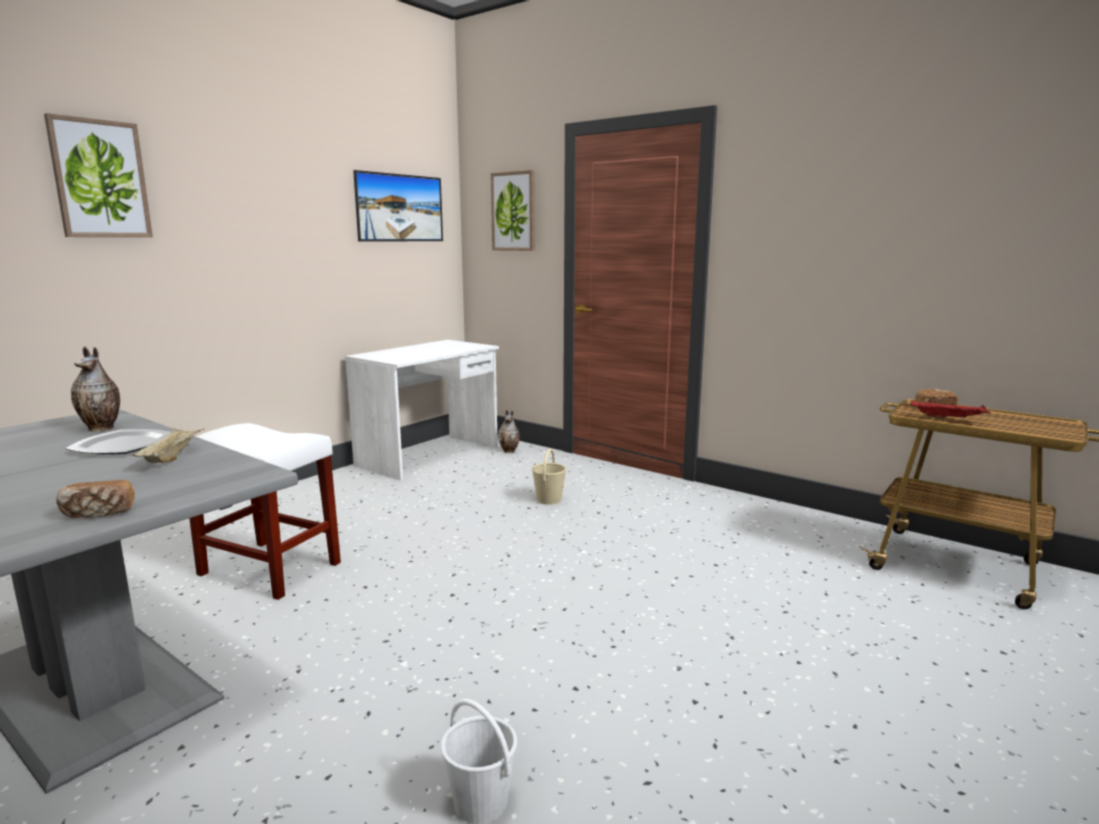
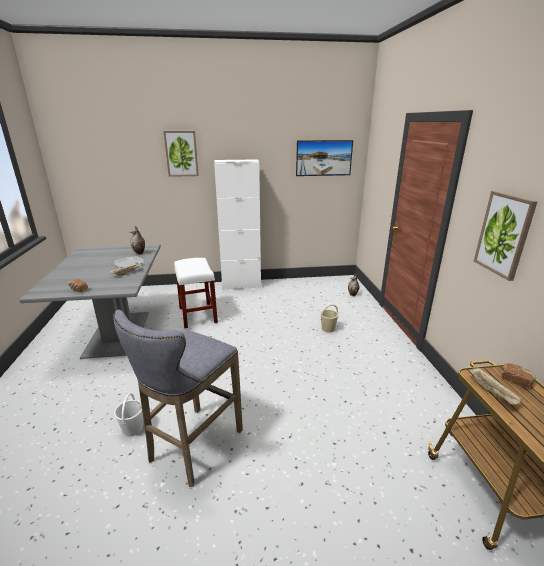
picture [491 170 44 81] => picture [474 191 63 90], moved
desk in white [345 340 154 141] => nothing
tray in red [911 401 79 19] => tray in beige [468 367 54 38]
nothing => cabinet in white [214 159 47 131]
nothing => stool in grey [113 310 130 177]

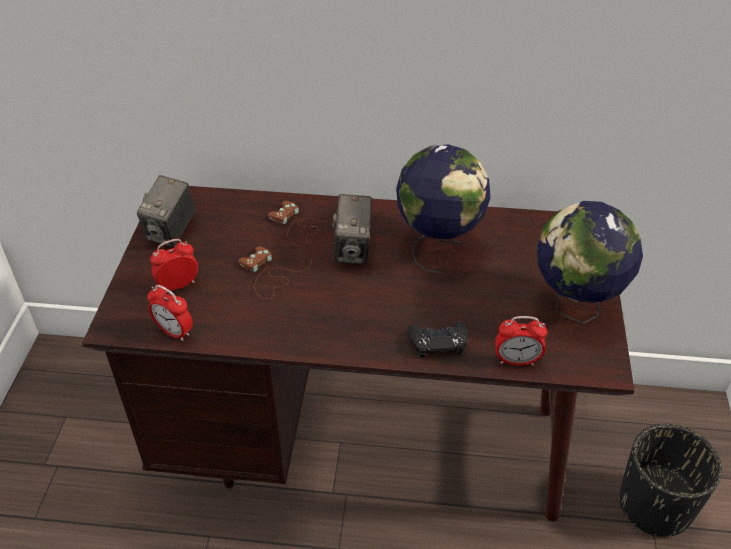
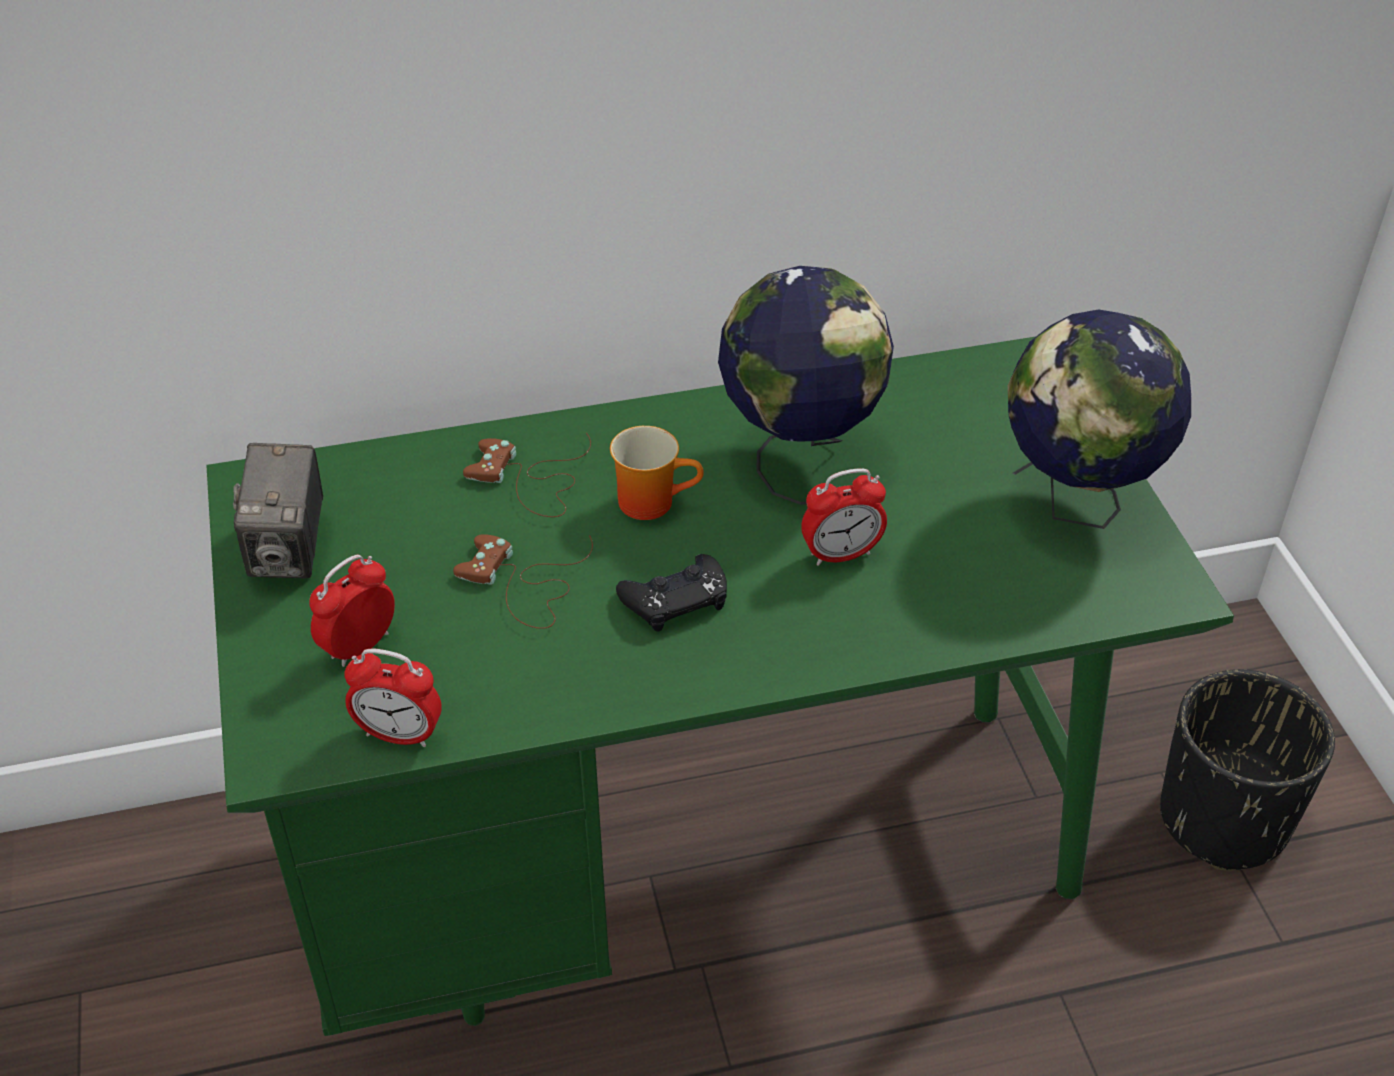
desk in brown [82 186 553 336] => desk in green [206 337 1028 699]
photo camera [332 194 40 70] => mug [610 426 94 94]
alarm clock [495 316 52 50] => alarm clock [801 468 86 98], moved
game controller in black [407 322 60 36] => game controller in black [616 554 111 78], moved

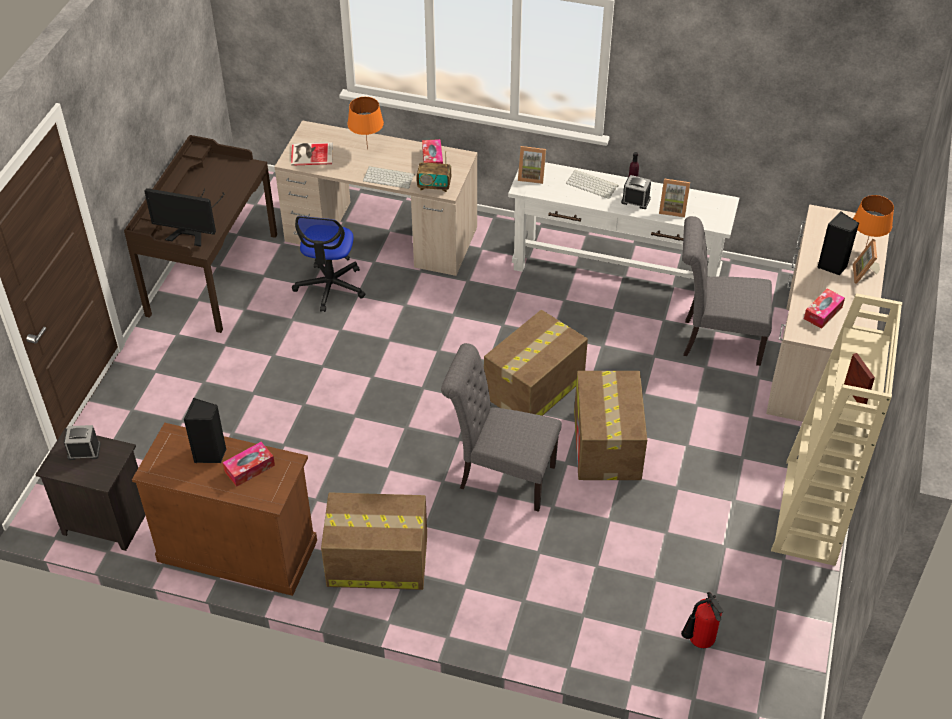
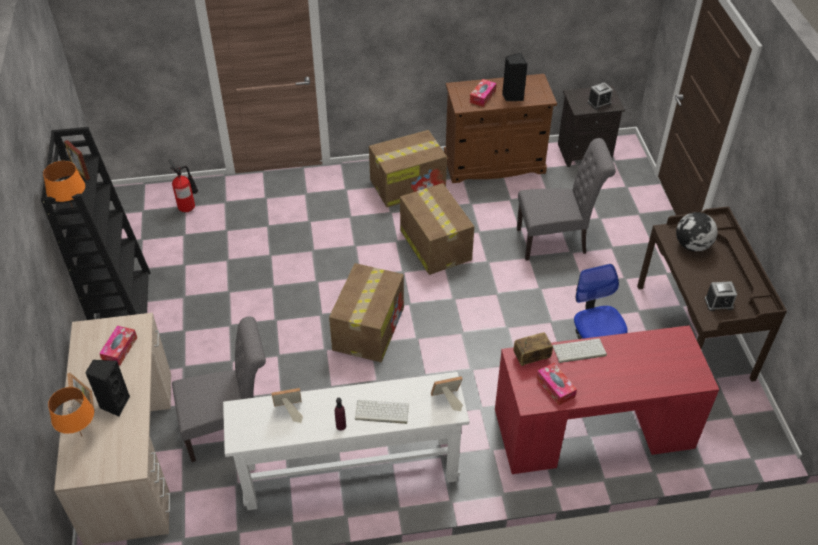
table lamp in orange [347 97 37 53] => table lamp in orange [43 161 42 47], moved
desk in beige [274 120 204 156] => desk in red [495 325 224 149]
book [291 142 42 24] => nothing
alarm clock [621 175 30 34] => alarm clock [704 281 33 30], moved
monitor [144 188 80 59] => globe [676 212 42 40]
bookcase in beige [771 293 131 273] => bookcase in black [41 127 109 193]
chair in grey [441 343 121 169] => chair in grey [517 138 99 123], moved
cardboard box [574 371 73 109] => cardboard box [400 183 74 92], moved

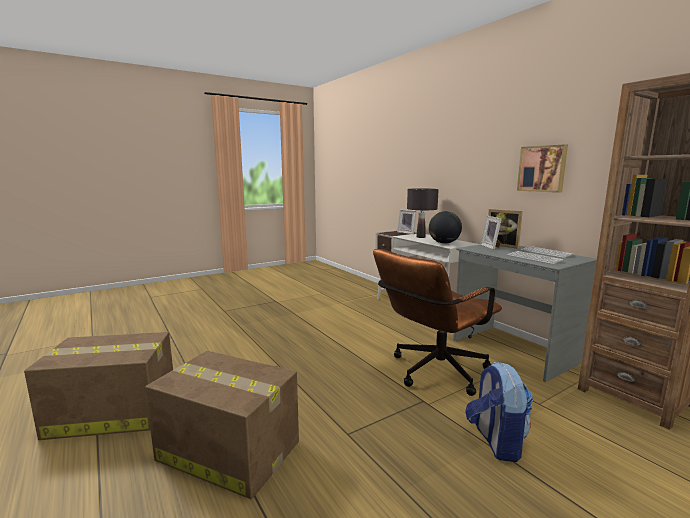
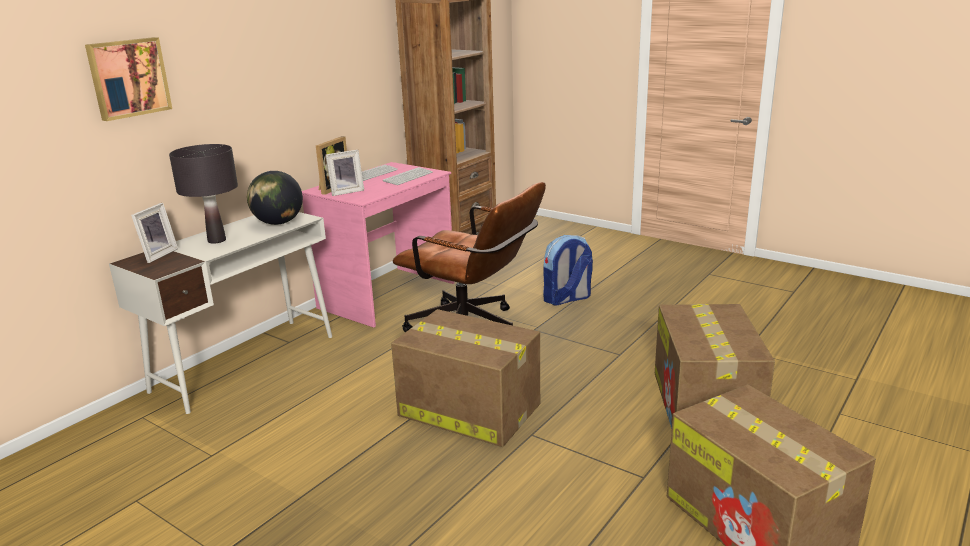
picture [517 144 51 49] => picture [85 37 87 84], moved
desk in grey [453 245 144 137] => desk in pink [302 162 152 166]
nothing => cardboard box [391 309 149 138]

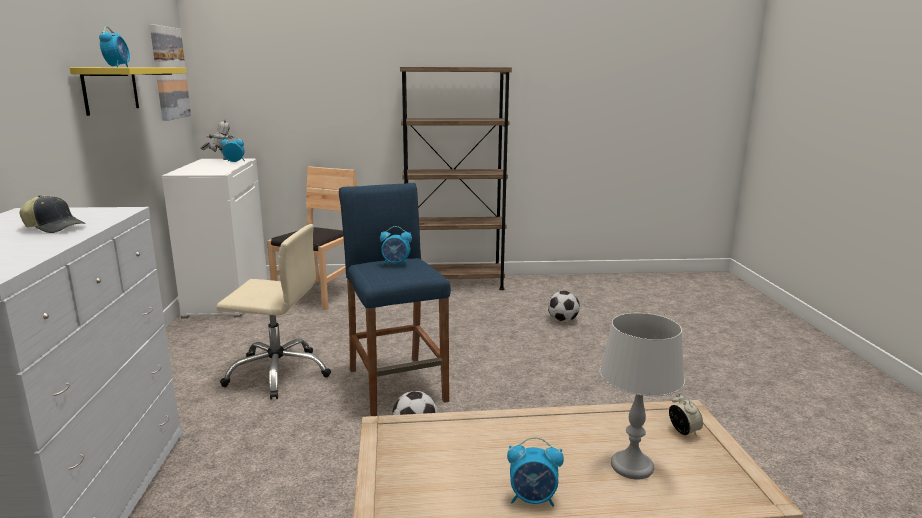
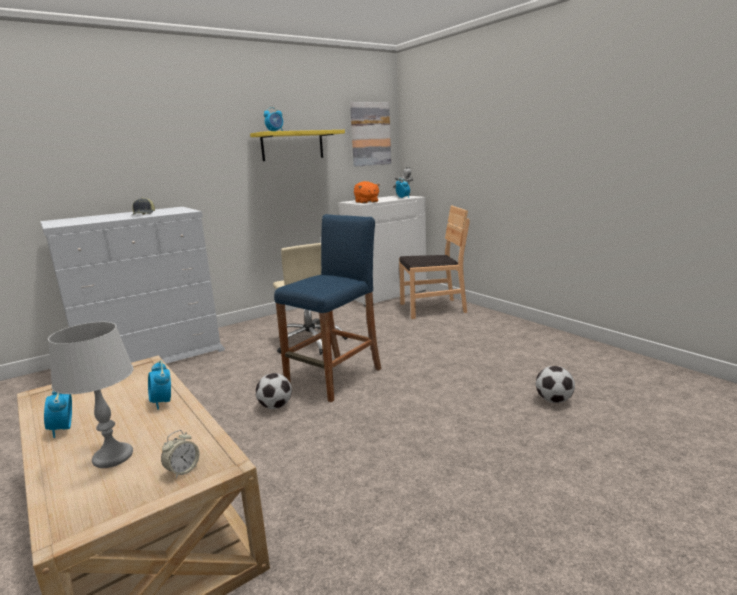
bookcase in brown [400 67 112 223] => nothing
alarm clock [380 226 32 40] => alarm clock [148 360 23 50], moved
nothing => plush toy in orange [354 181 26 22]

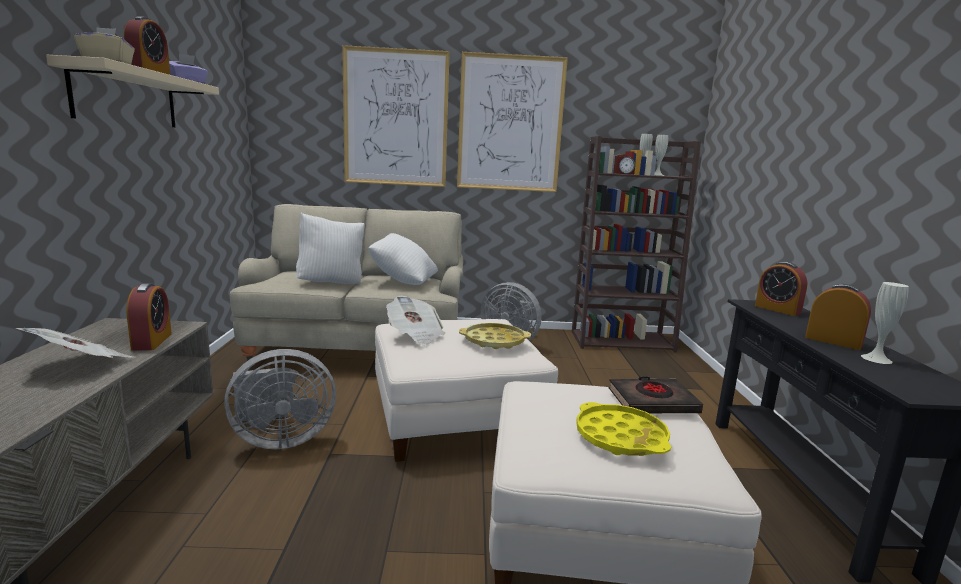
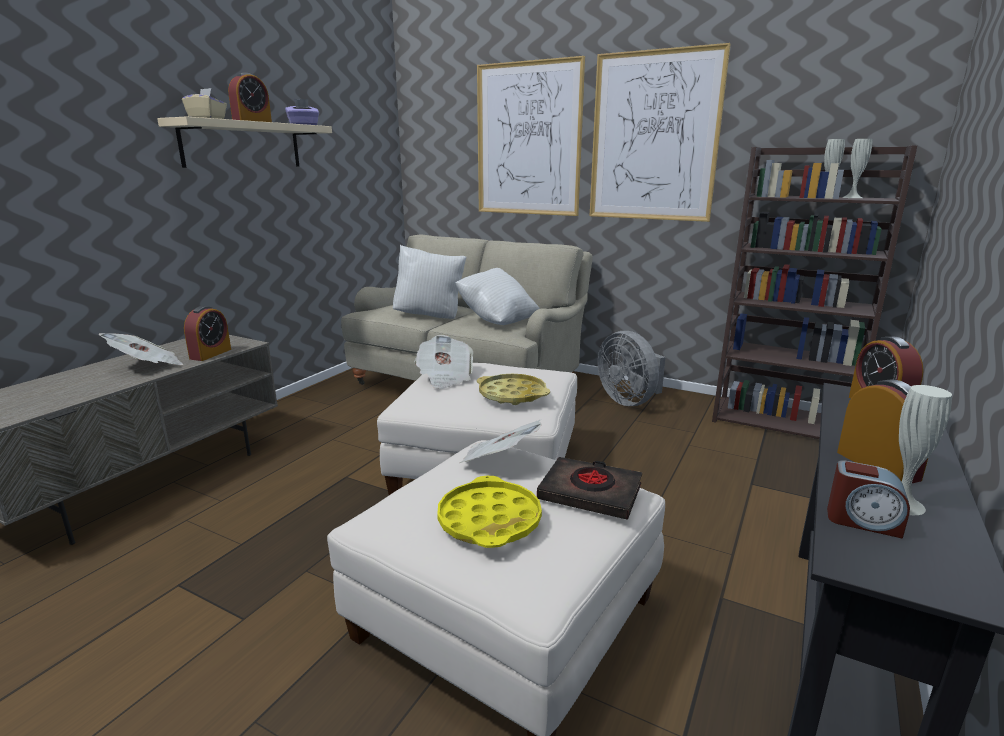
alarm clock [613 155 22 20] => alarm clock [827 460 83 79], moved
fan in grey [224 349 112 100] => nothing
nothing => newspaper [460 420 82 43]

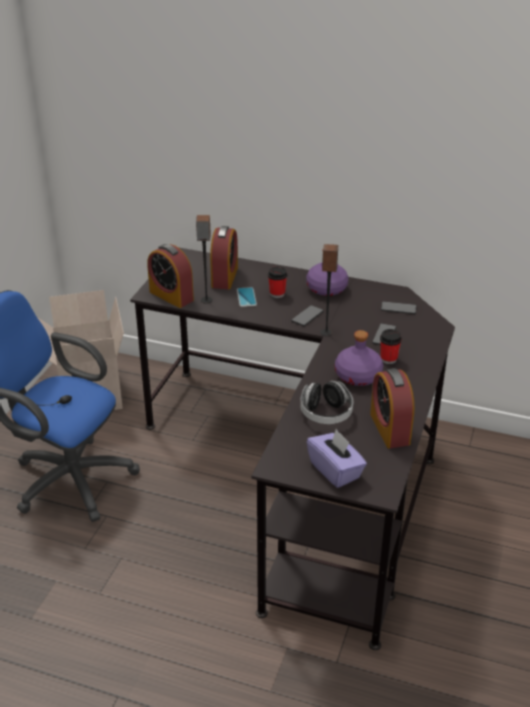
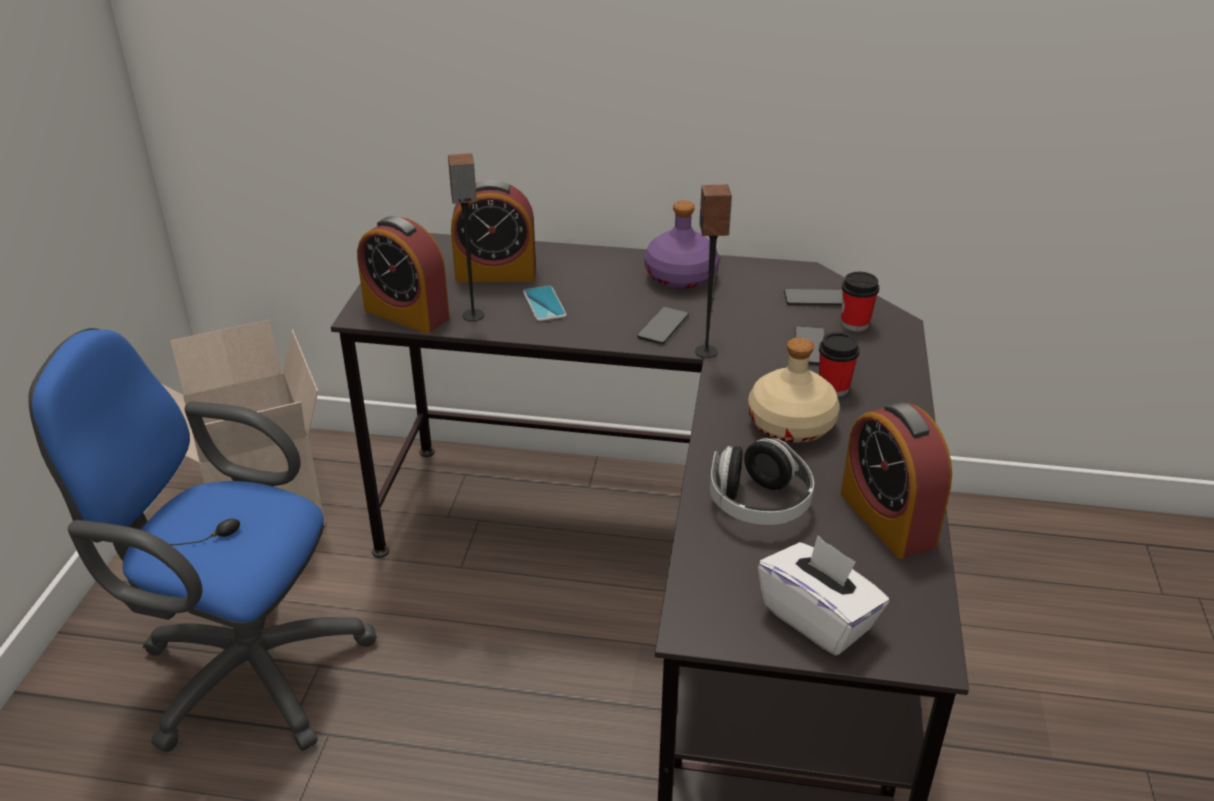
alarm clock [210 226 28 63] => alarm clock [451 180 85 102], 90 degrees clockwise
cup [268 266 19 32] => cup [841 272 38 59], moved
bottle in purple [335 330 48 56] => bottle in beige [748 337 92 106]
tissue box in purple [307 429 60 59] => tissue box in white [758 535 131 121]

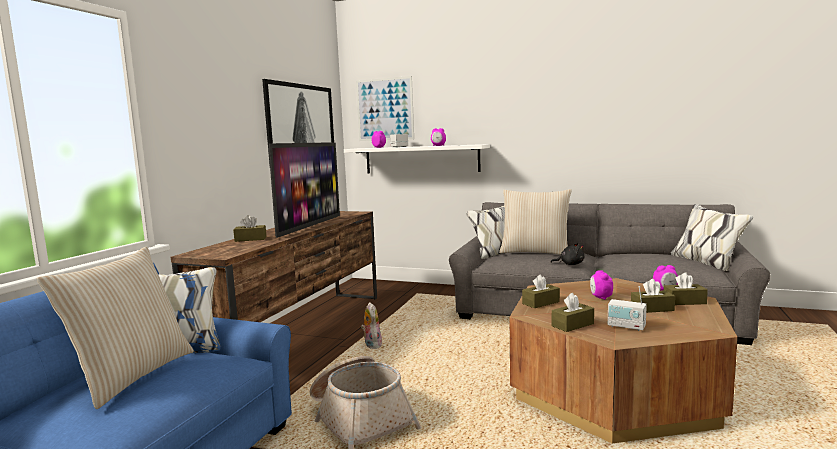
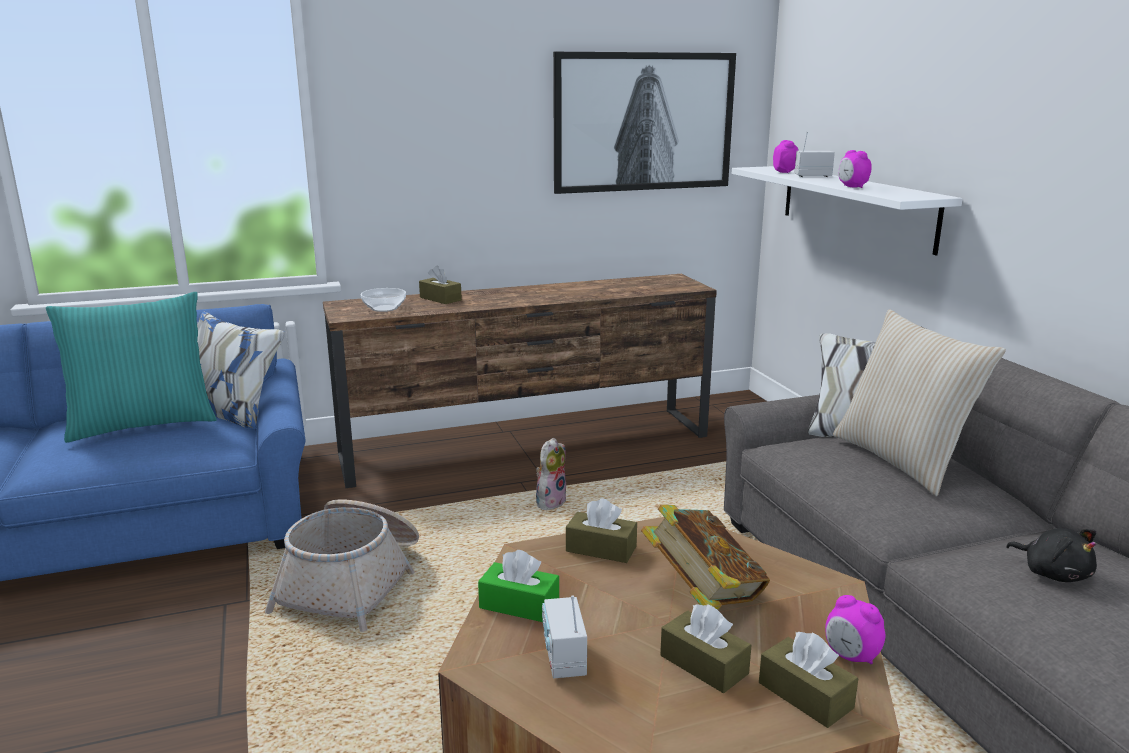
picture [356 76 58 65] => nothing
television [268 142 72 96] => nothing
plush toy in black [550 243 34 22] => plush toy in black [1006 528 91 54], moved
pillow in beige [37 247 157 162] => pillow in turquoise [46 292 171 151]
alarm clock [590 270 23 30] => book [641 505 129 105]
tissue box in brown [552 293 42 39] => tissue box in green [478 550 81 72]
nothing => bowl [361 288 45 24]

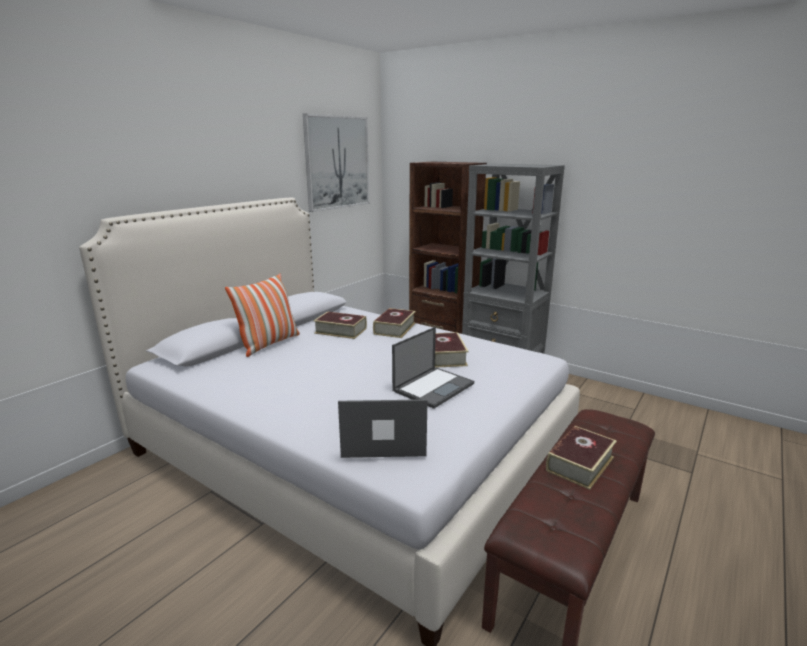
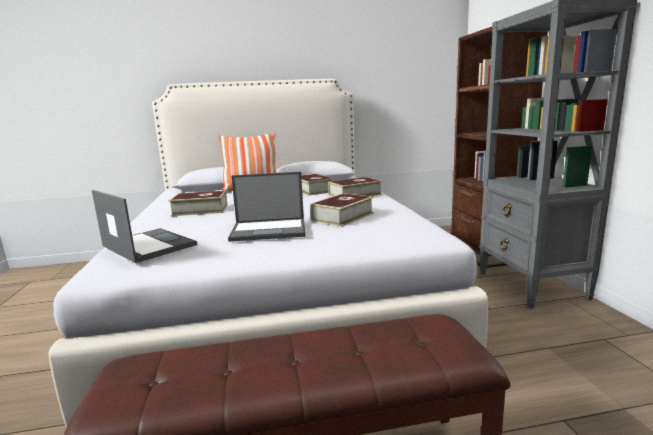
picture [303 113 66 99] => nothing
book [546 426 71 64] => book [168 191 59 25], moved

